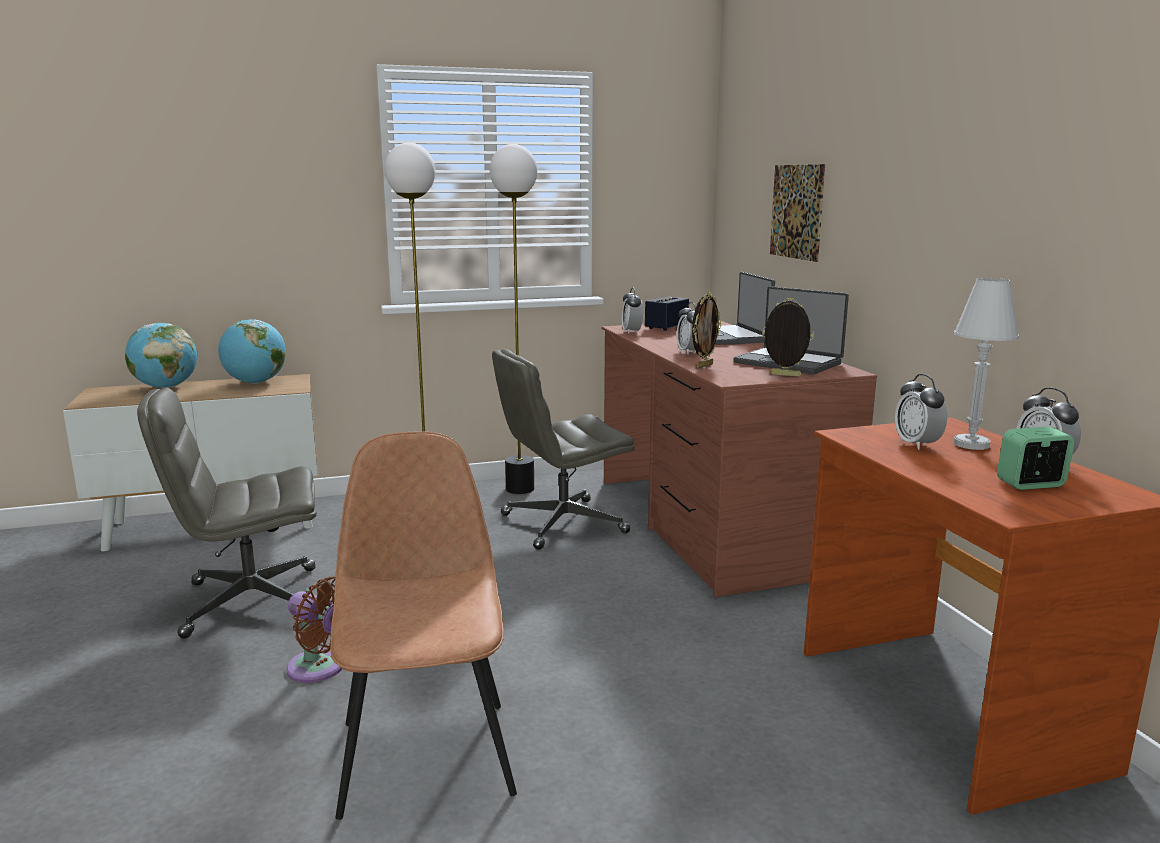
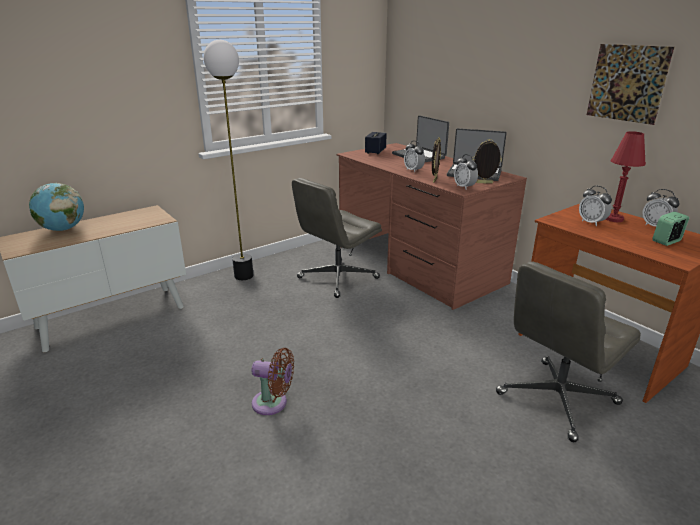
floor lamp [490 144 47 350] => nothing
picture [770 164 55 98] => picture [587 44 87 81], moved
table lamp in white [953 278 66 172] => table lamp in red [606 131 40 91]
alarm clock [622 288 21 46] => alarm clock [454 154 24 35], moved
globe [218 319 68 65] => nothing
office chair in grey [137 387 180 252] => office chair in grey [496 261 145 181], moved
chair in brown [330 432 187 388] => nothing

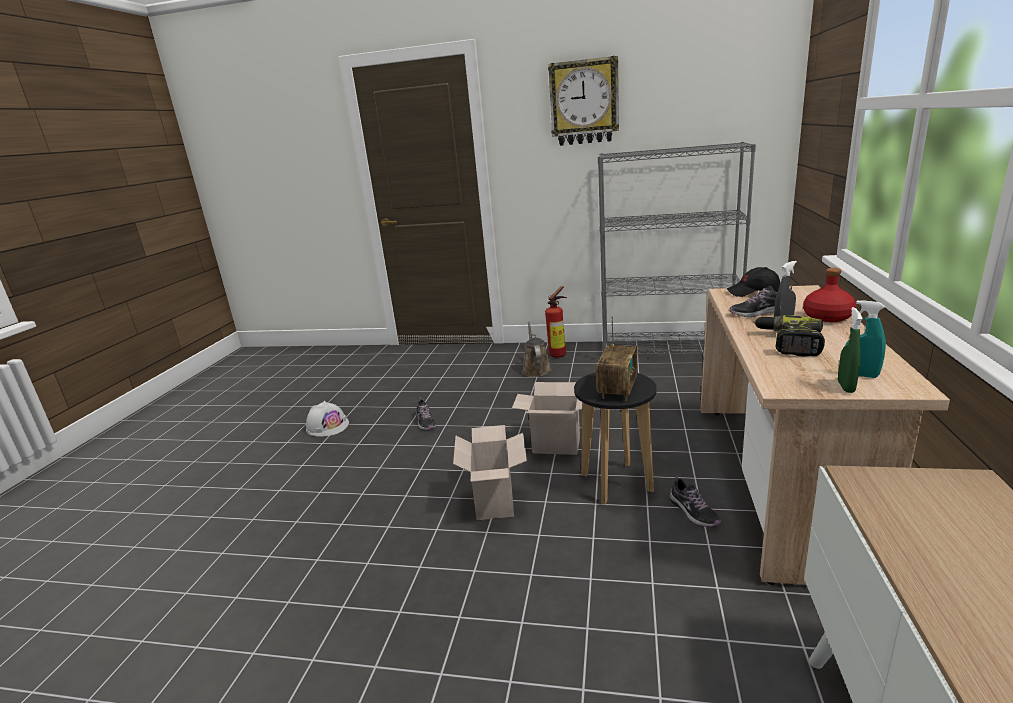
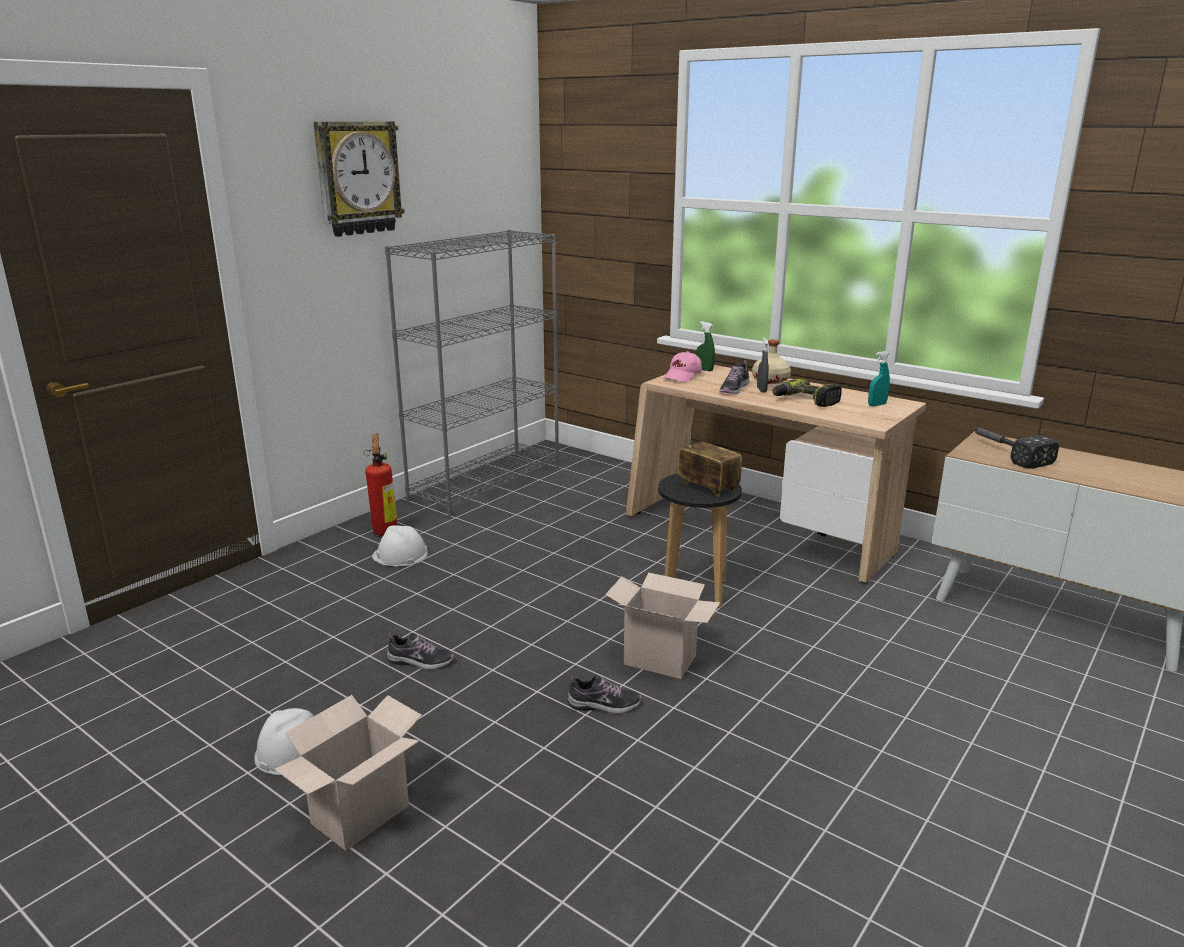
cap in black [727 267 53 30] => cap in pink [663 351 39 31]
bottle in red [803 268 53 54] => bottle in beige [752 339 39 45]
spray bottle in green [838 307 24 86] => spray bottle in green [696 321 19 50], moved
watering can in brown [522 322 30 55] => hard hat in white [372 525 56 41]
cardboard box [512 382 70 73] => cardboard box [274 695 148 156], moved
shoe [669 475 52 52] => shoe [567 675 74 39], moved
nothing => hammer [972 428 87 41]

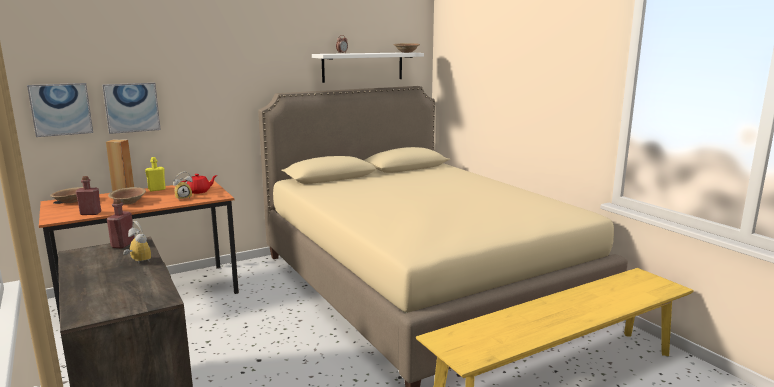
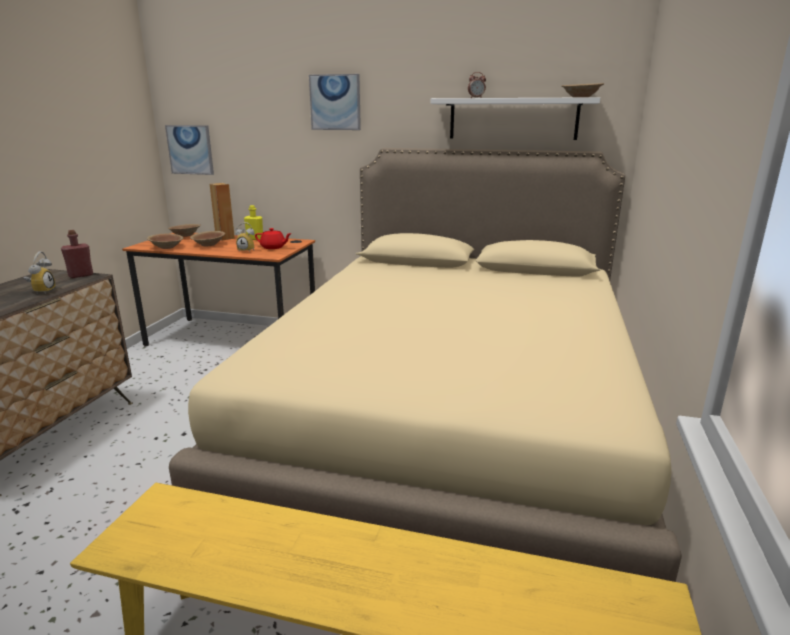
picture [102 83 59 51] => picture [309 74 52 56], moved
bottle in red [76 176 25 39] => bowl in brown [147 233 36 16]

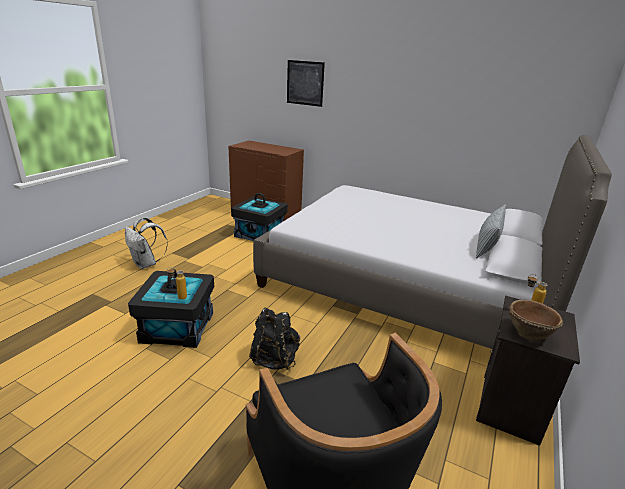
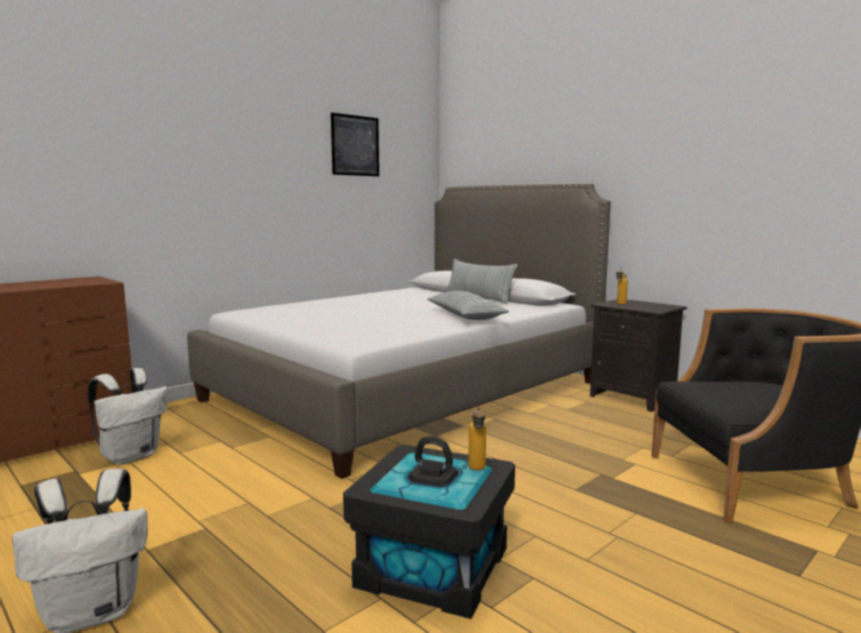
picture [287 60 38 47] => picture [331 113 48 63], moved
storage box in black [231 193 57 48] => backpack in white [87 368 81 97]
bowl in brown [509 300 54 41] => nothing
backpack in black [249 307 51 63] => nothing
nothing => pillow [427 291 82 29]

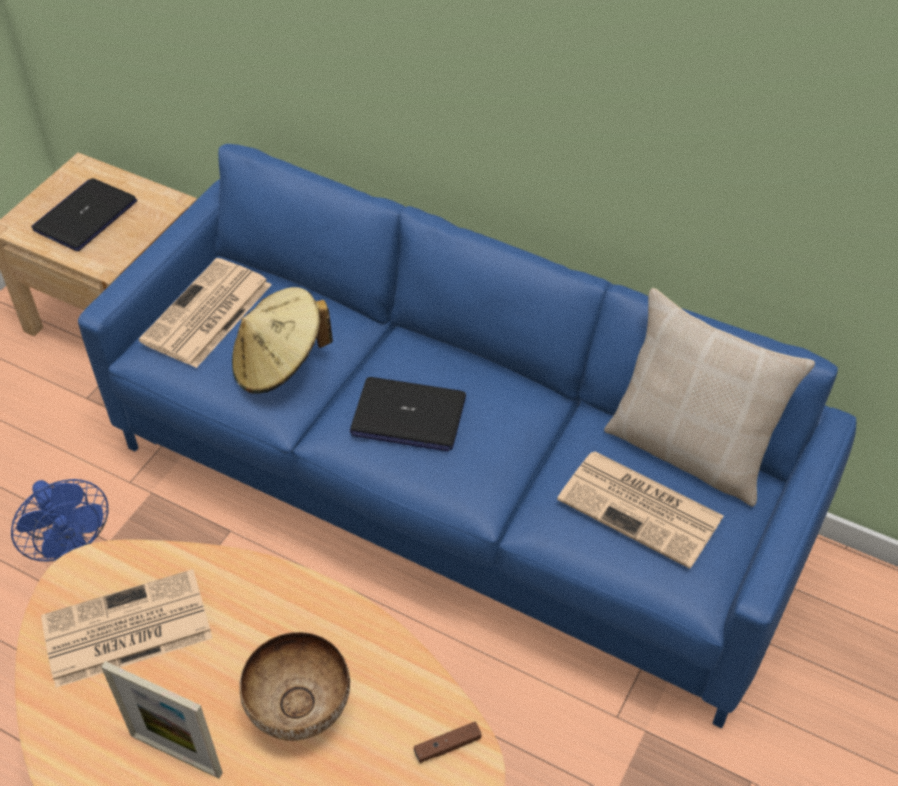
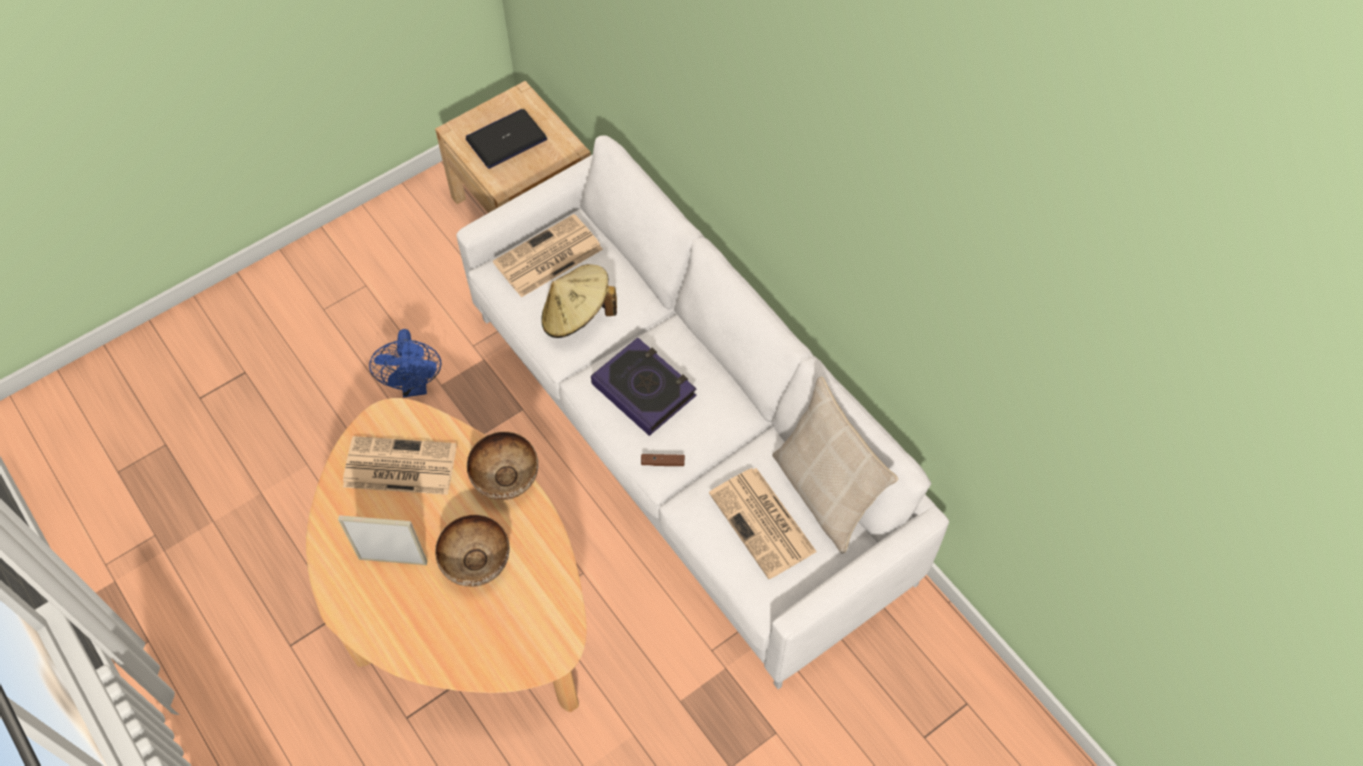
sofa in blue [78 144 778 584] => sofa in white [456 135 493 554]
laptop [350 377 116 75] => book [591 337 106 99]
picture frame [101 661 122 117] => picture frame [338 515 89 50], 135 degrees clockwise
game controller in brown [414 722 67 41] => game controller in brown [641 454 44 12], moved
nothing => bowl [467 431 71 69]

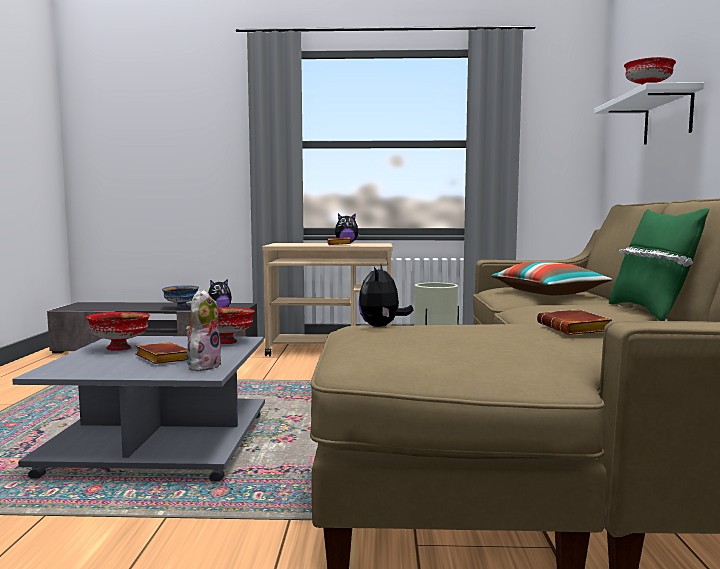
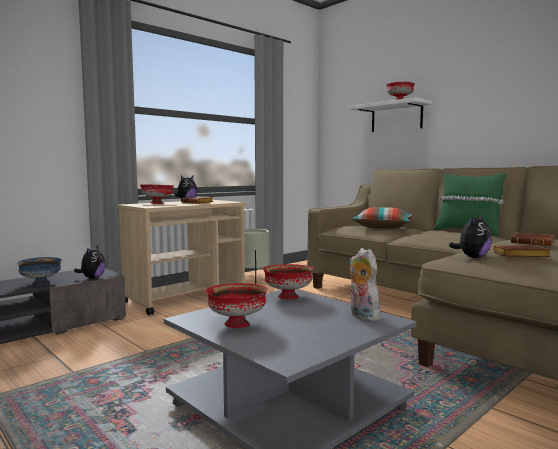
plush toy [358 263 55 64] => plush toy [449 215 43 43], 105 degrees counterclockwise
book in brown [136 342 51 22] => book in brown [493 246 58 11], moved
nothing => bowl in red [140 185 34 19]

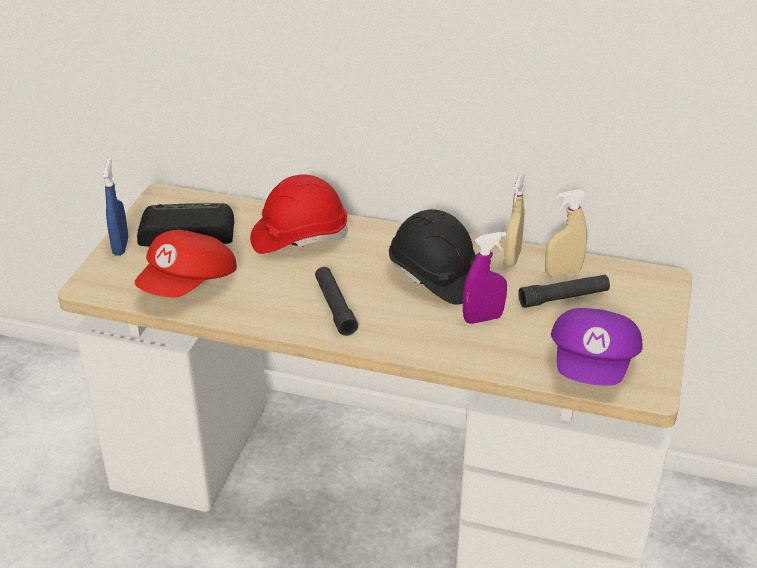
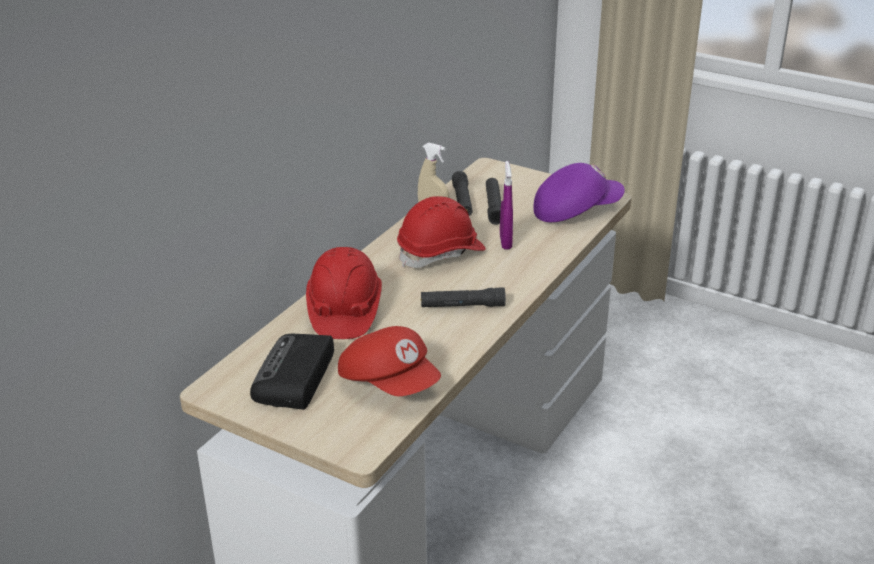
spray bottle in blue [103 158 25 97] => nothing
spray bottle in beige [545 189 42 88] => flashlight in black [452 171 20 45]
hard hat in black [389 209 87 96] => hard hat in red [397 196 89 72]
cap in purple [551 308 92 78] => cap in purple [533 163 92 59], 45 degrees counterclockwise

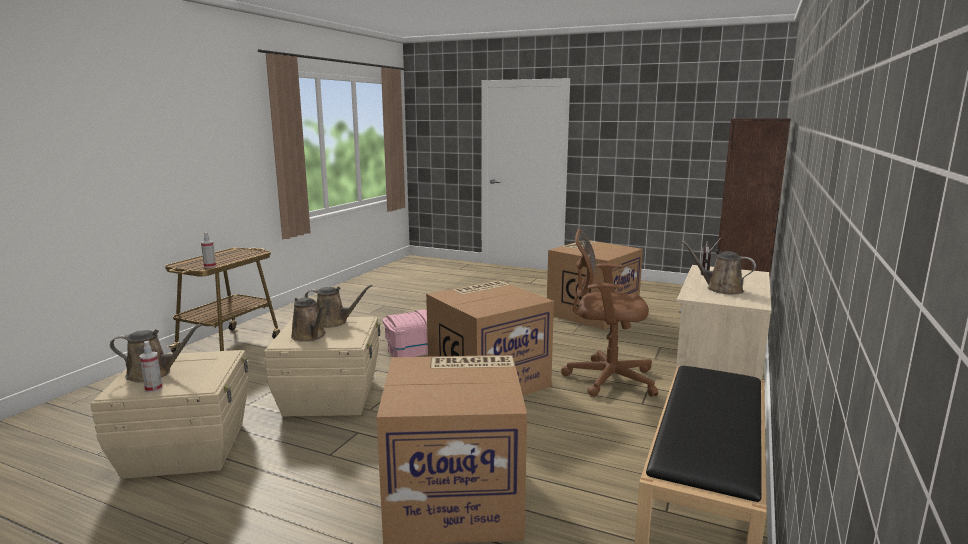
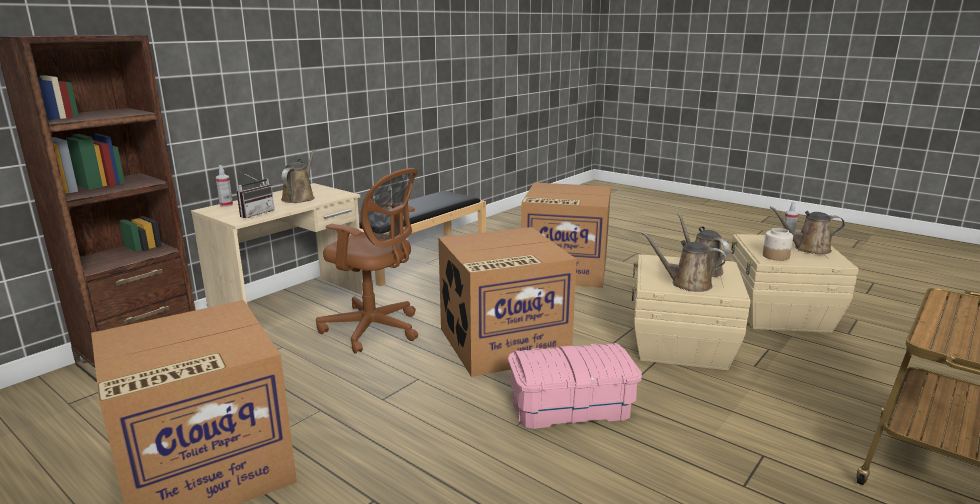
spray bottle [201 232 15 36] => spray bottle [216 165 17 42], moved
watering can in brown [682 241 74 53] => watering can in brown [281 149 34 54], 135 degrees counterclockwise
nothing => jar [763 228 30 33]

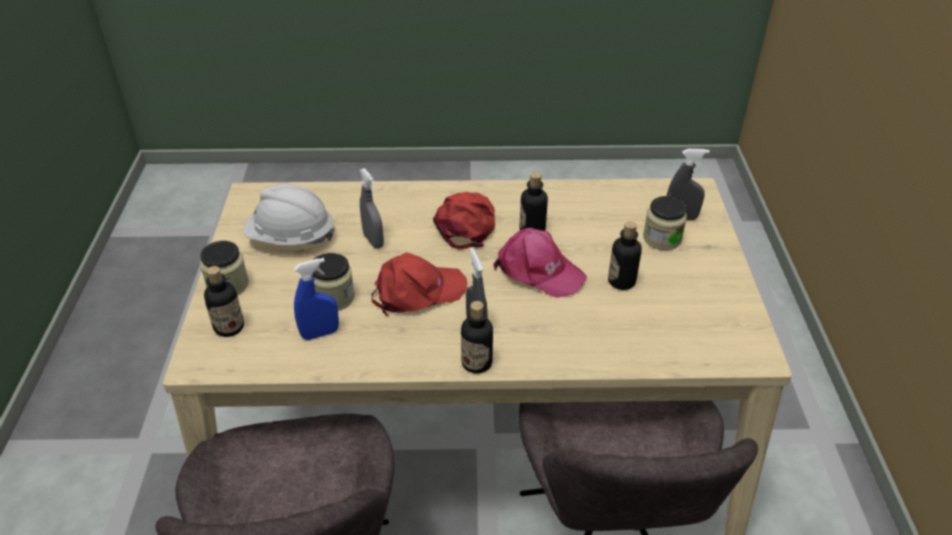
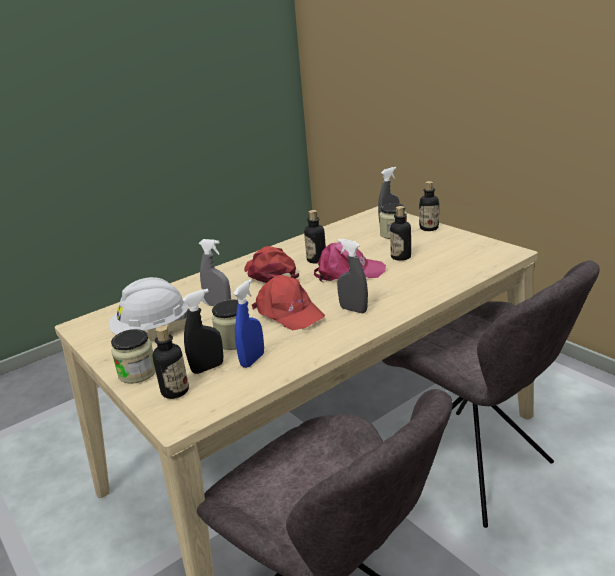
cap in red [372 253 96 63] => cap in red [252 275 73 55], 105 degrees clockwise
bottle [461 301 32 73] => bottle [419 181 20 50], moved
nothing => spray bottle in black [182 289 42 85]

